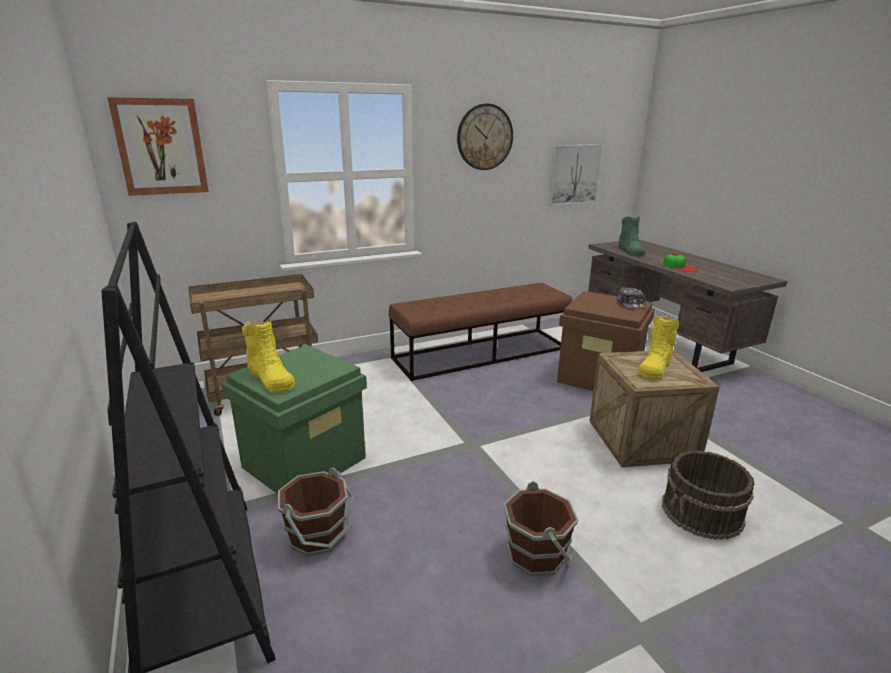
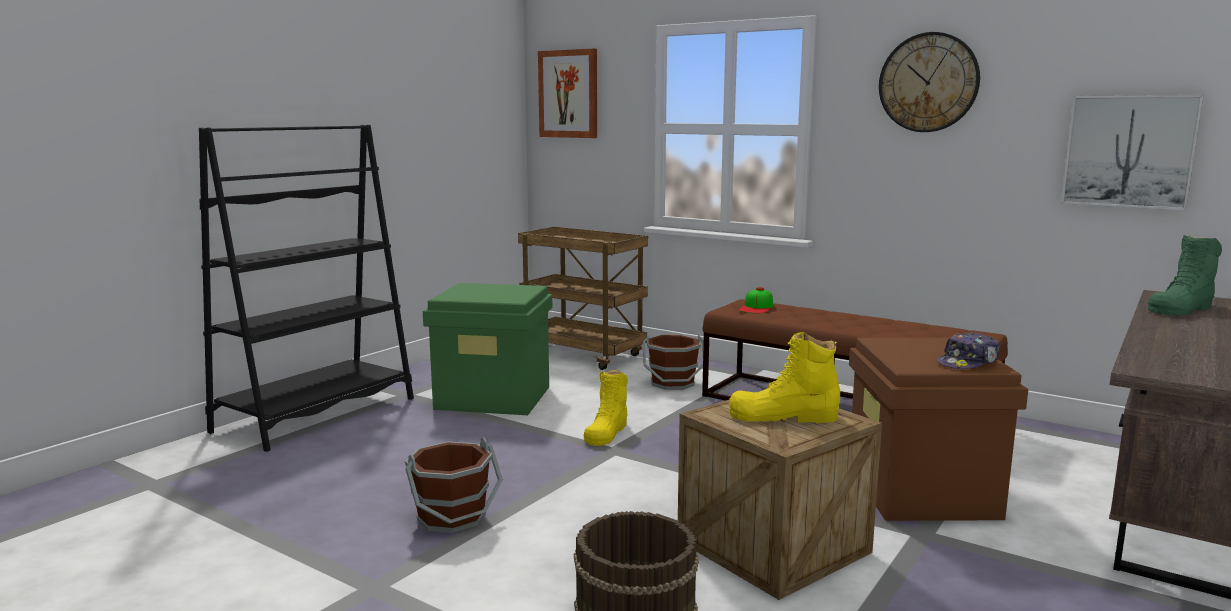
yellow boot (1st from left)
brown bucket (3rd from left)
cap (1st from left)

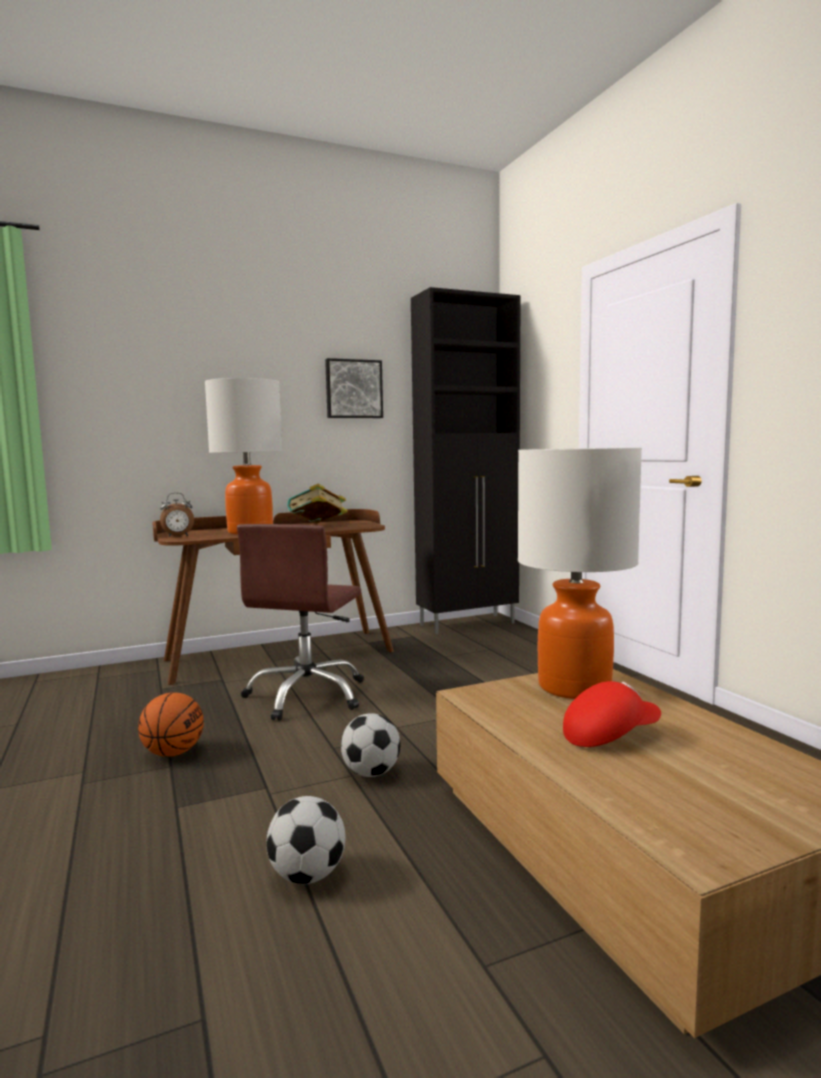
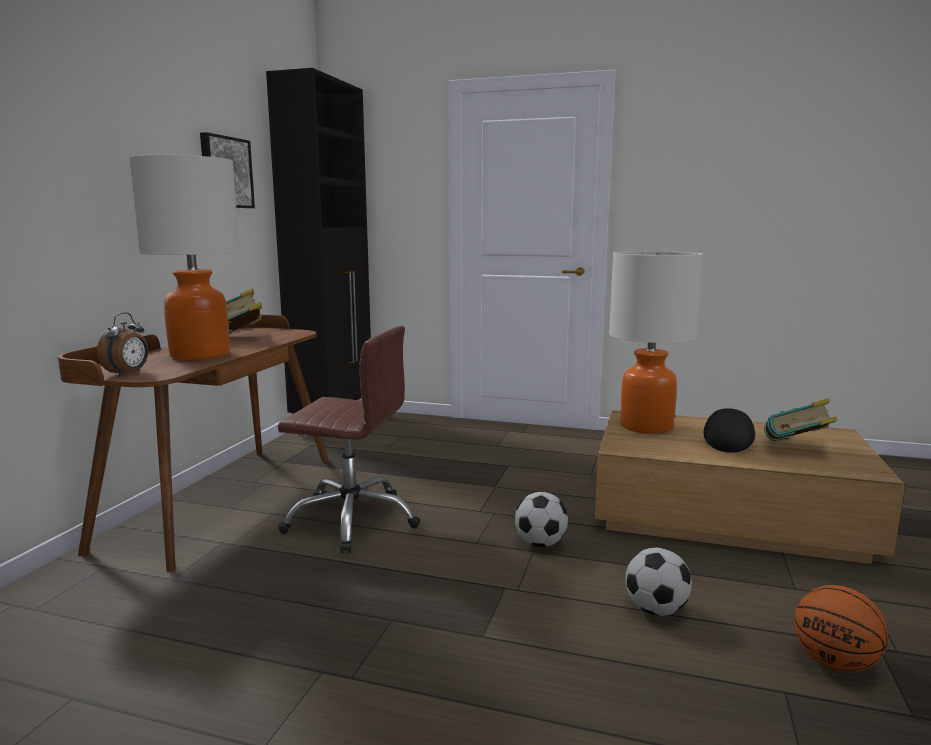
brown office chair
black cap
book (2nd from left)
basketball

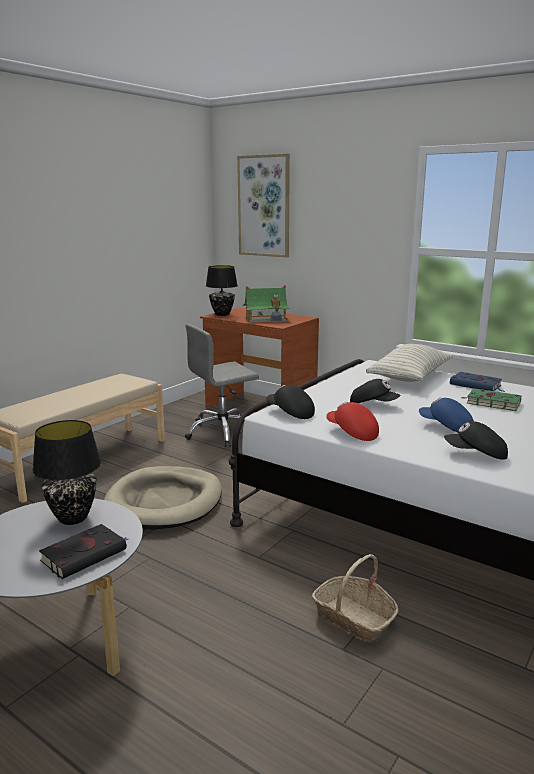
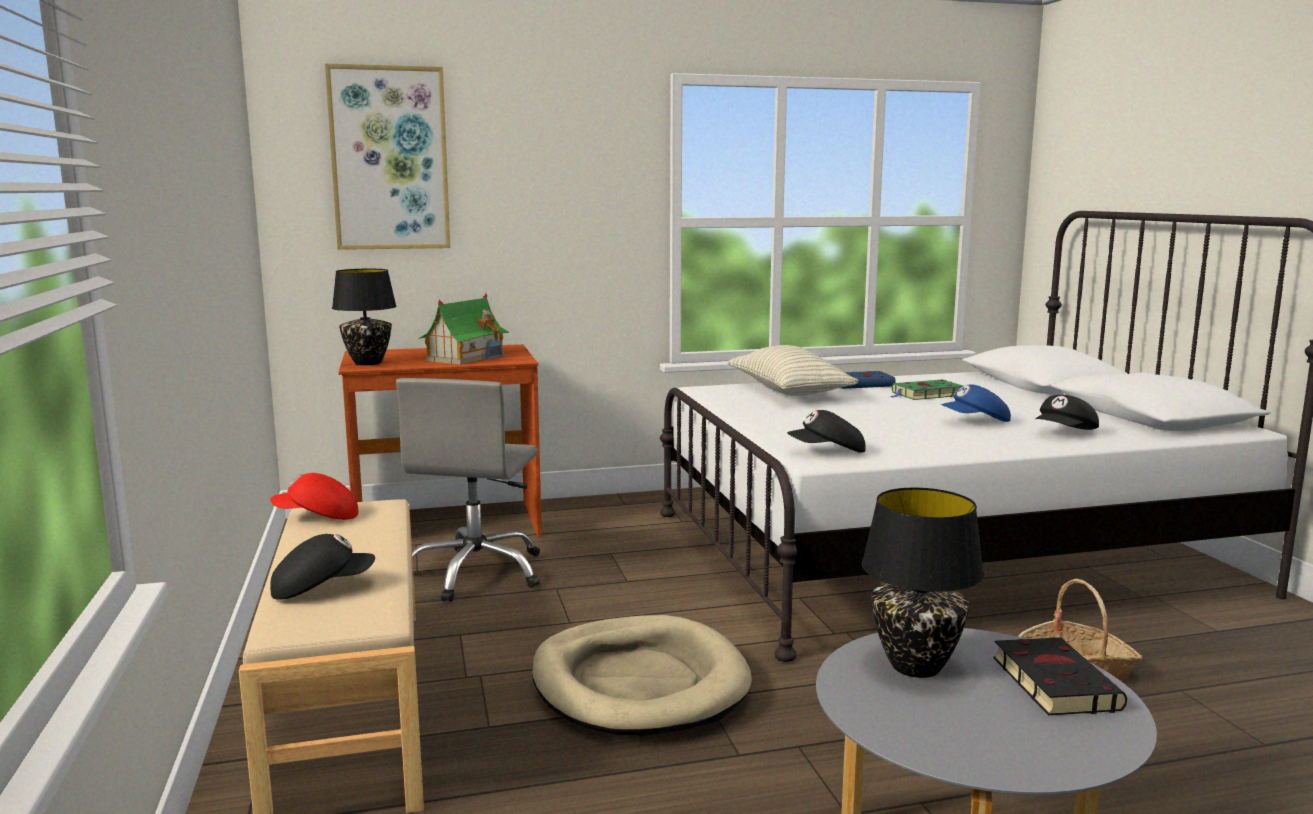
red cap
black cap (1st from left)

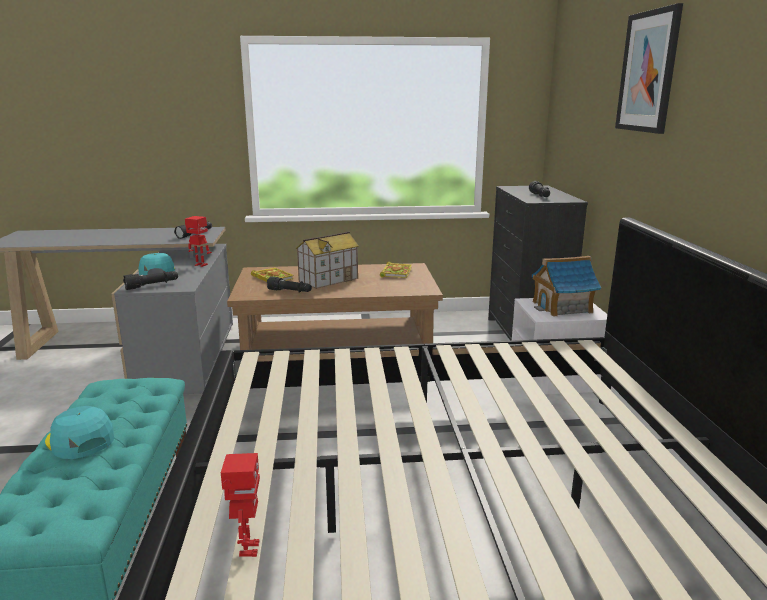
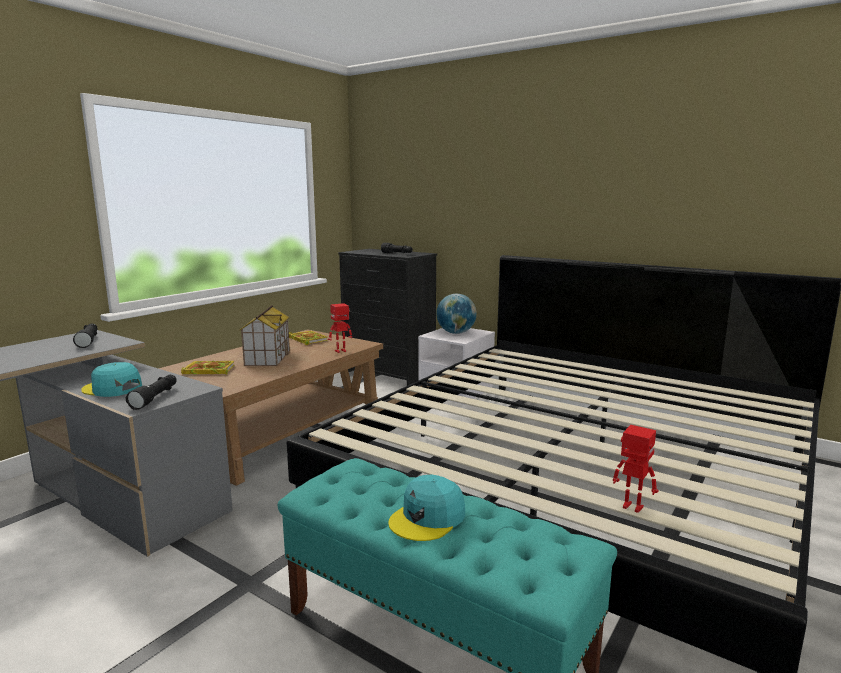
toy robot (1st from left)
turquoise cap (2nd from left)
globe
black flashlight (3rd from left in the first image)
picture

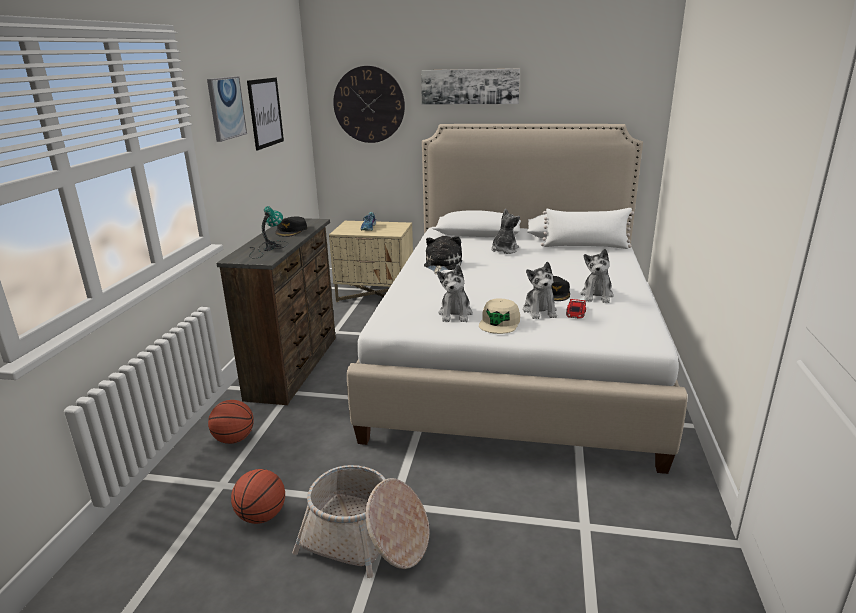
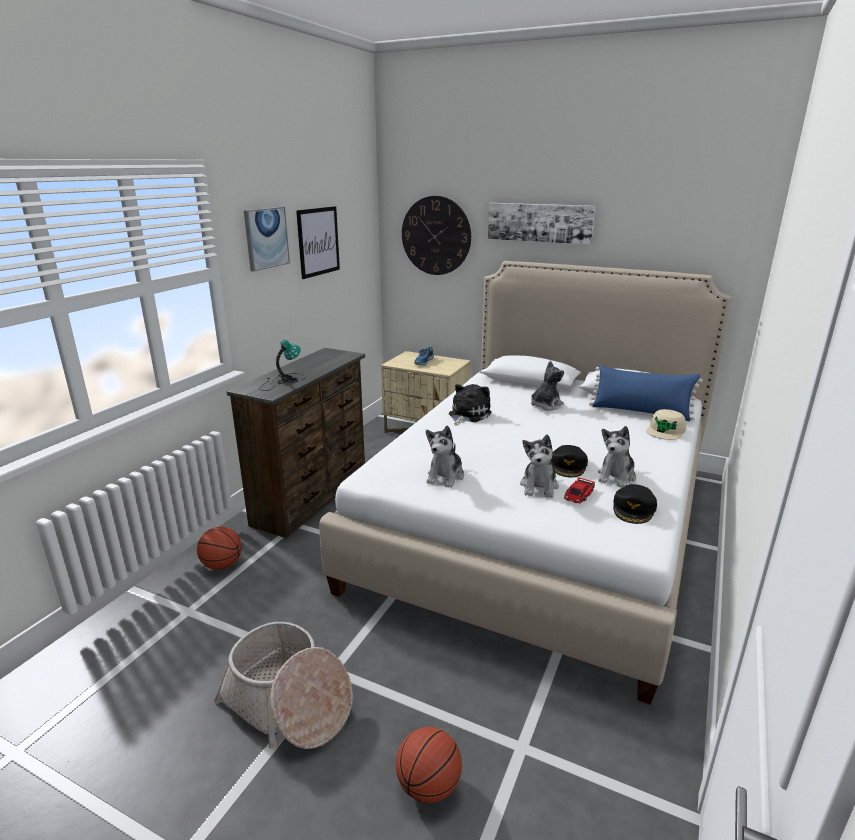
basketball (2nd from left)
blue pillow
black cap (2nd from left)
beige cap

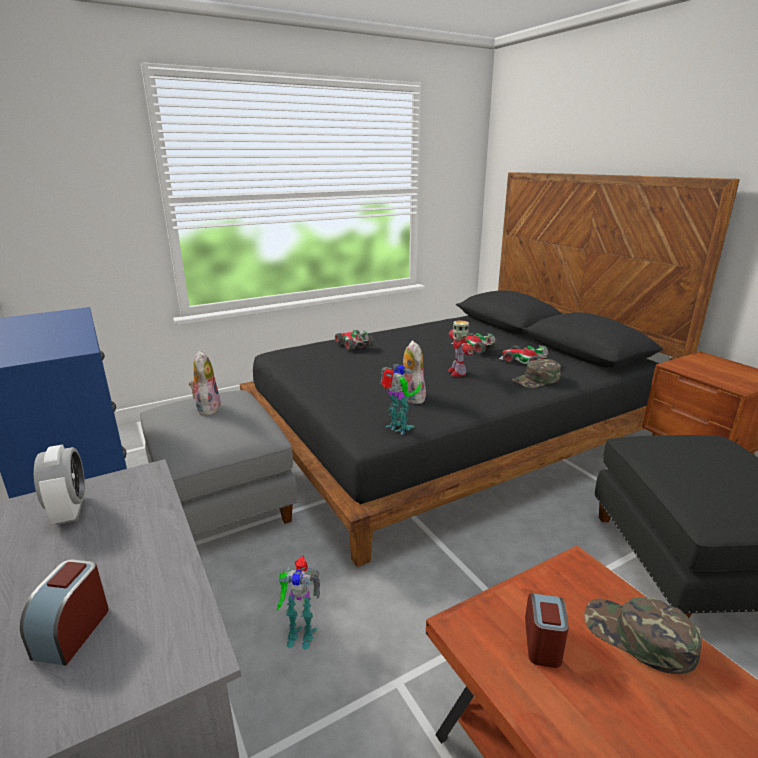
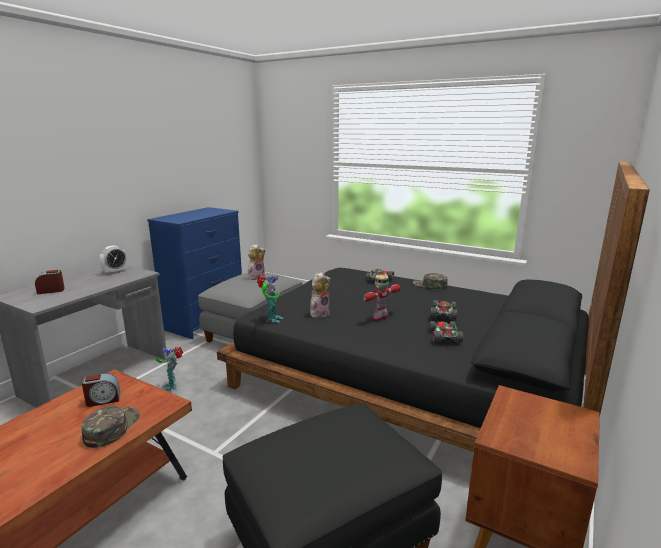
green cap (2nd from left)

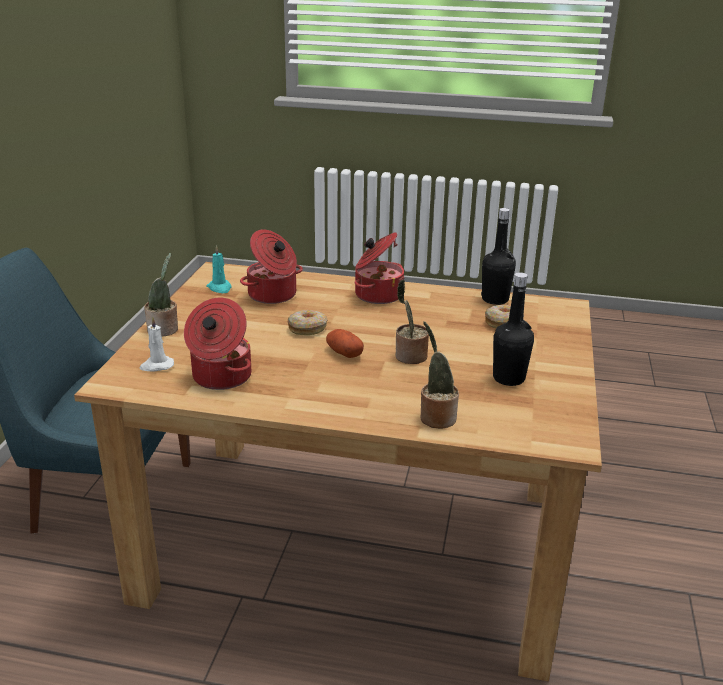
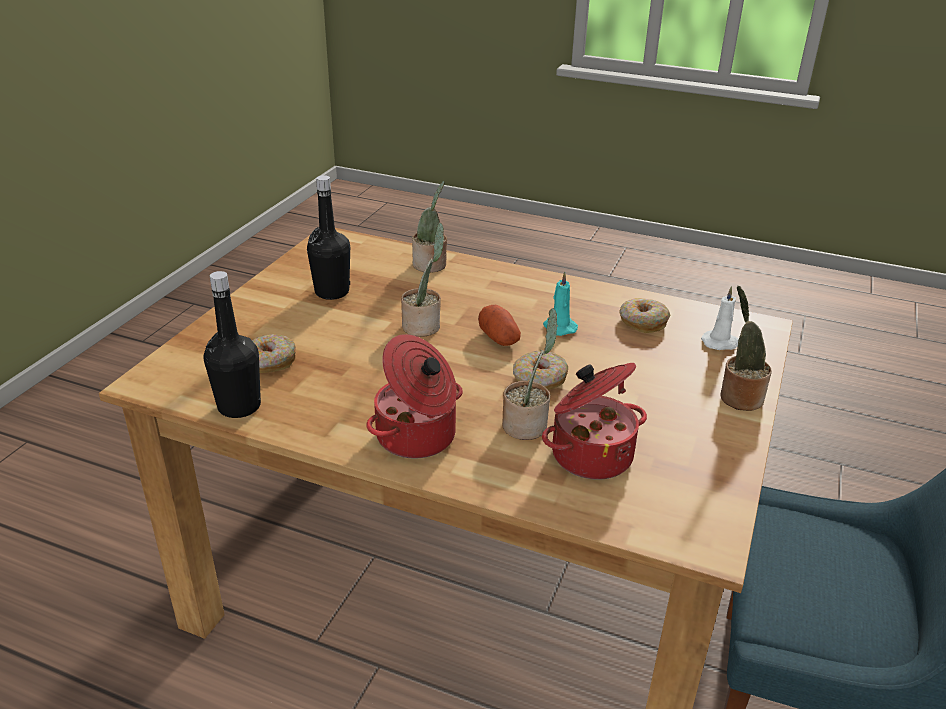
potted plant (3rd from left)
turquoise candle
donut (3rd from left)

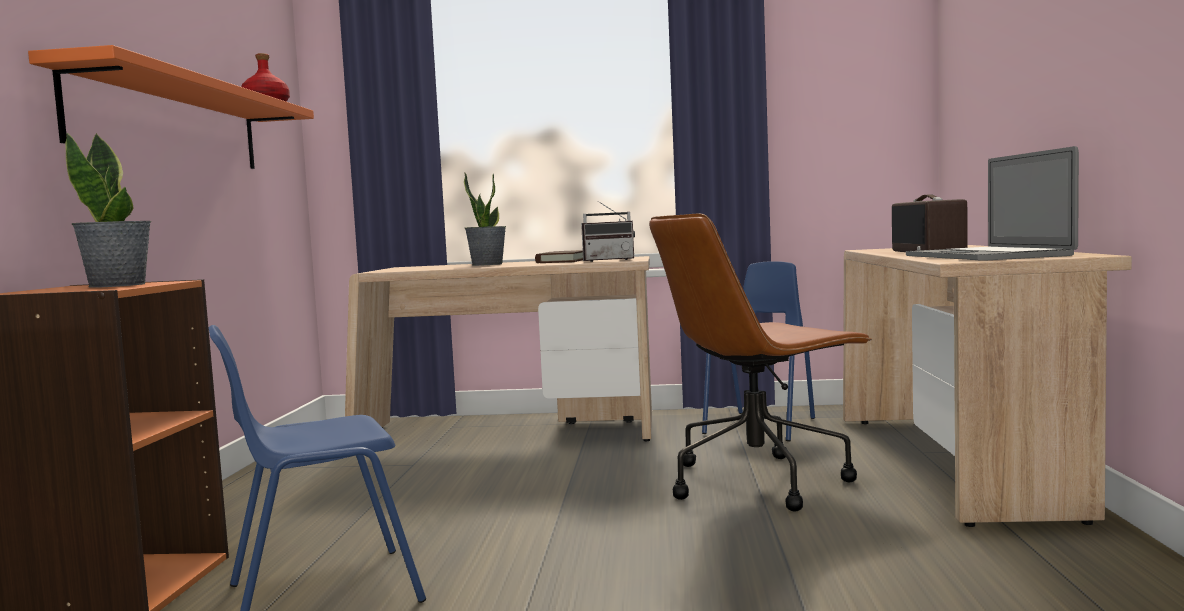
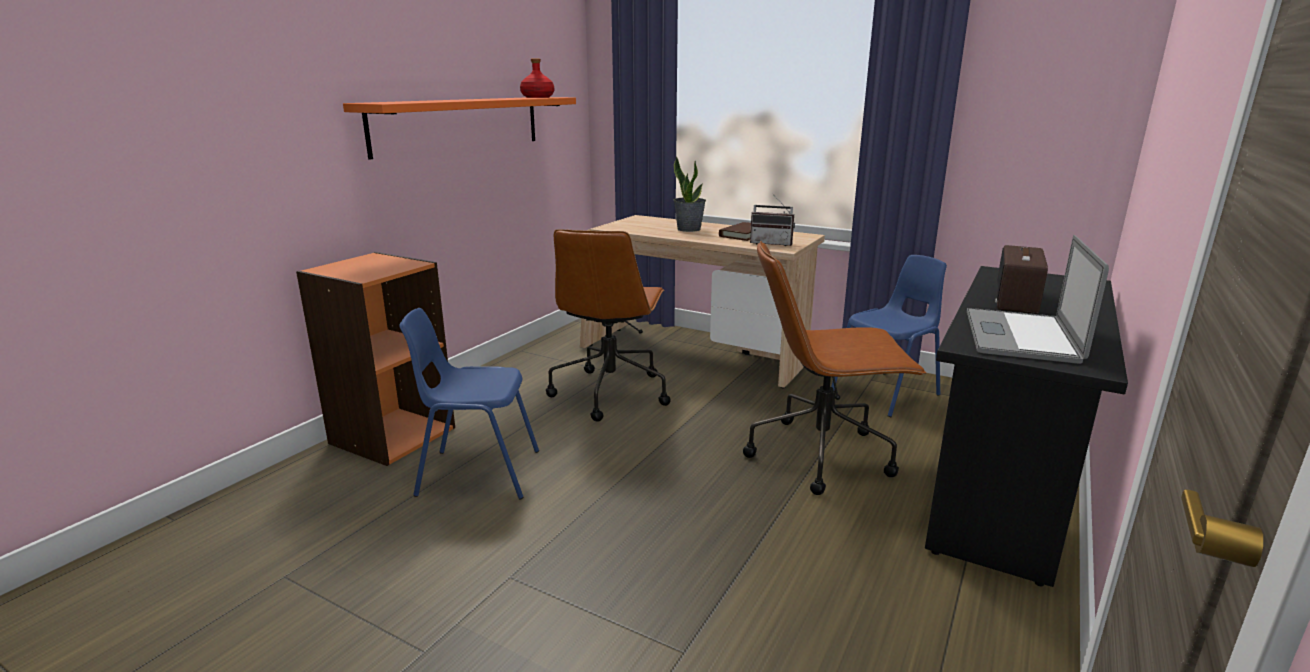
brown office chair (1st from left)
black desk
potted plant (1st from left in the first image)

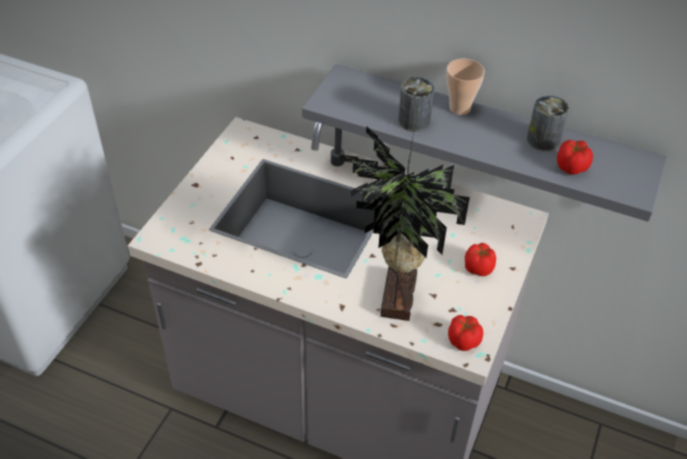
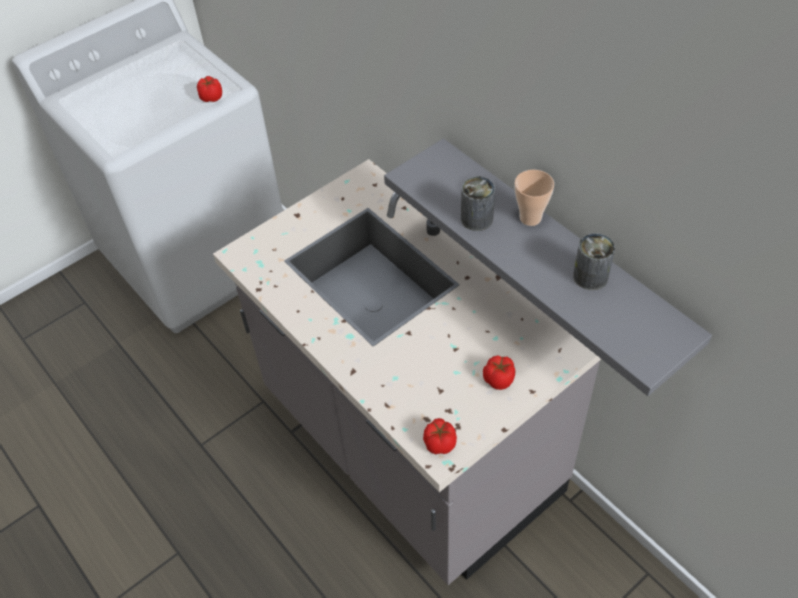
tomato (1st from left)
potted plant

